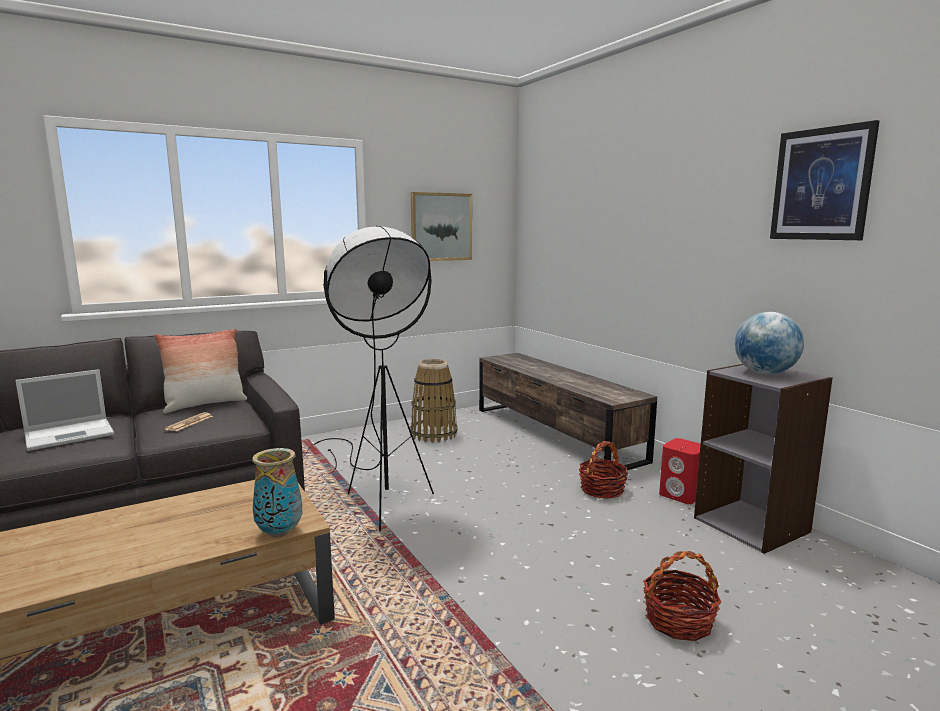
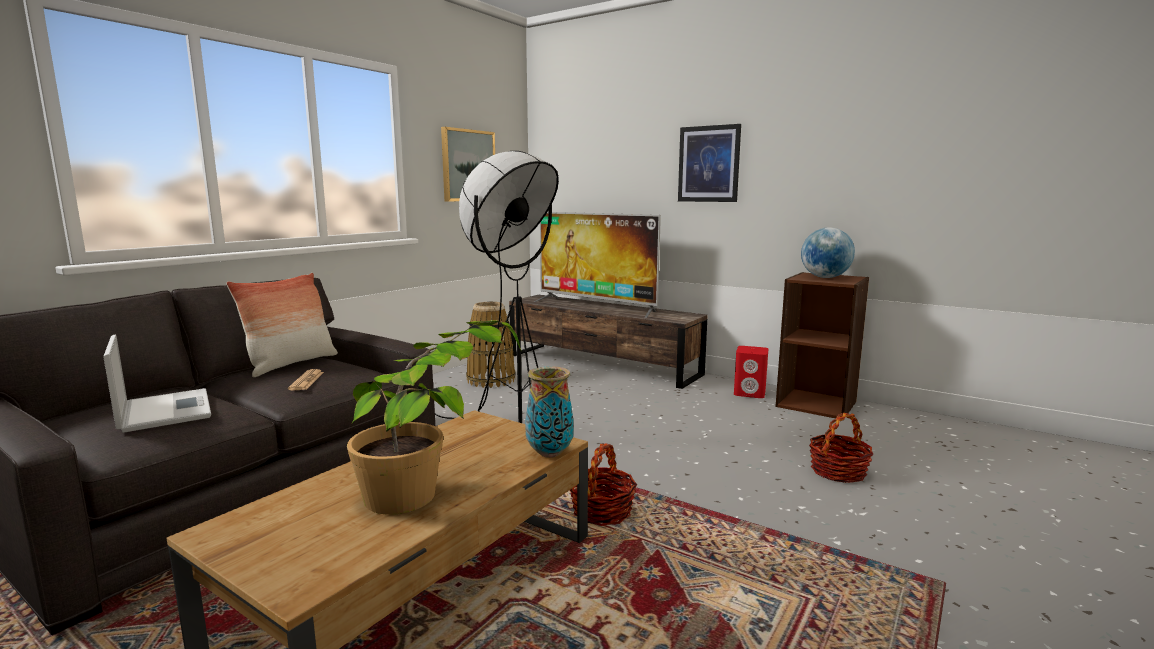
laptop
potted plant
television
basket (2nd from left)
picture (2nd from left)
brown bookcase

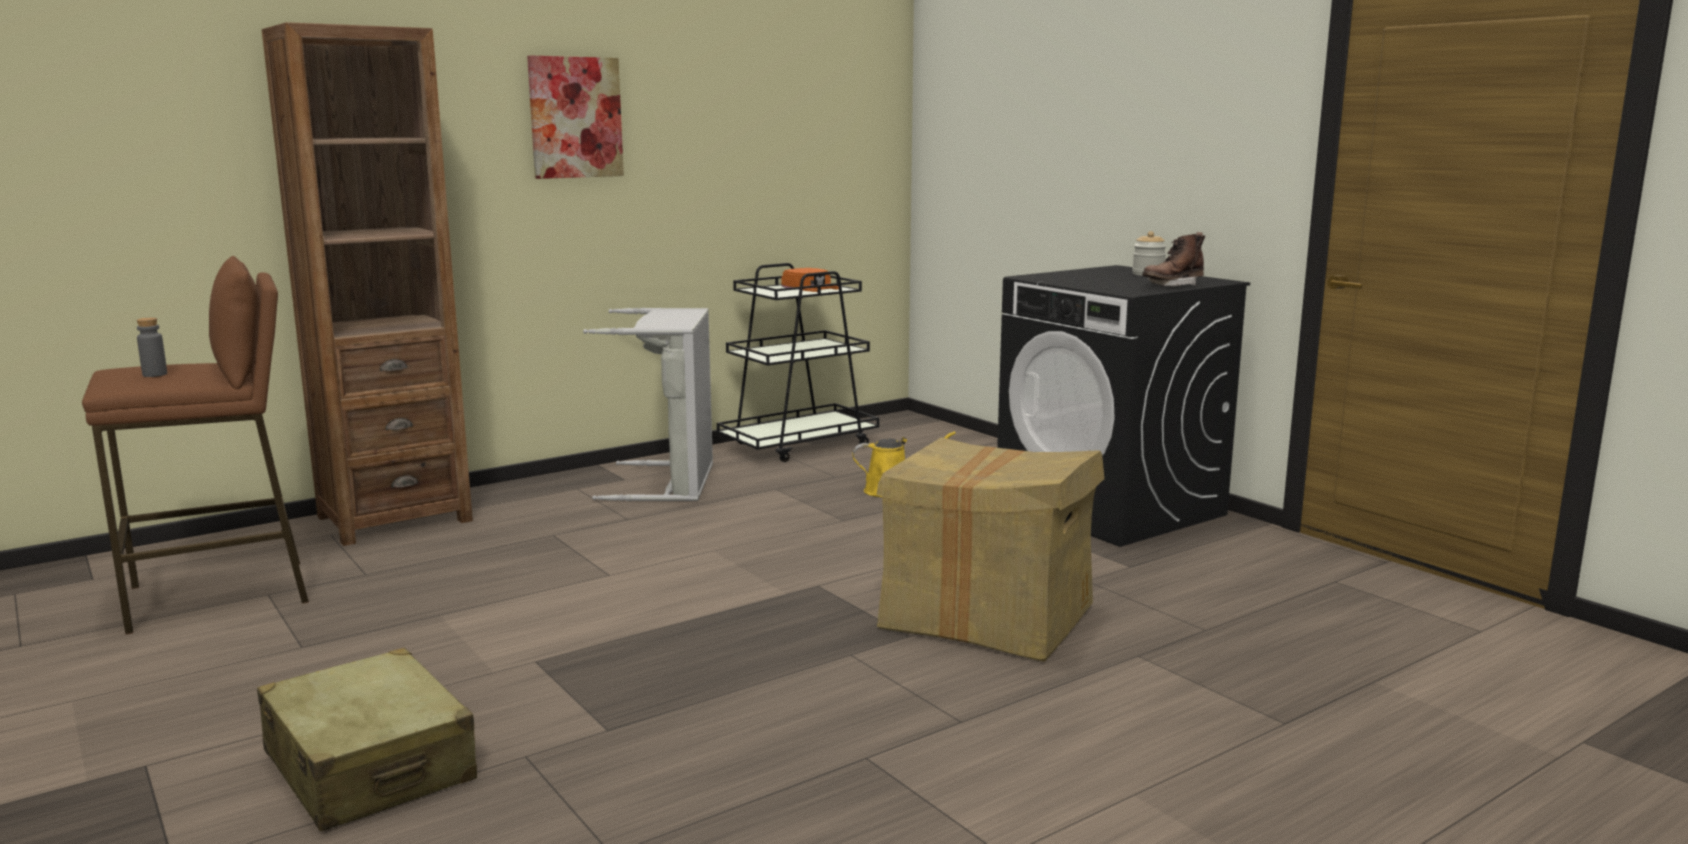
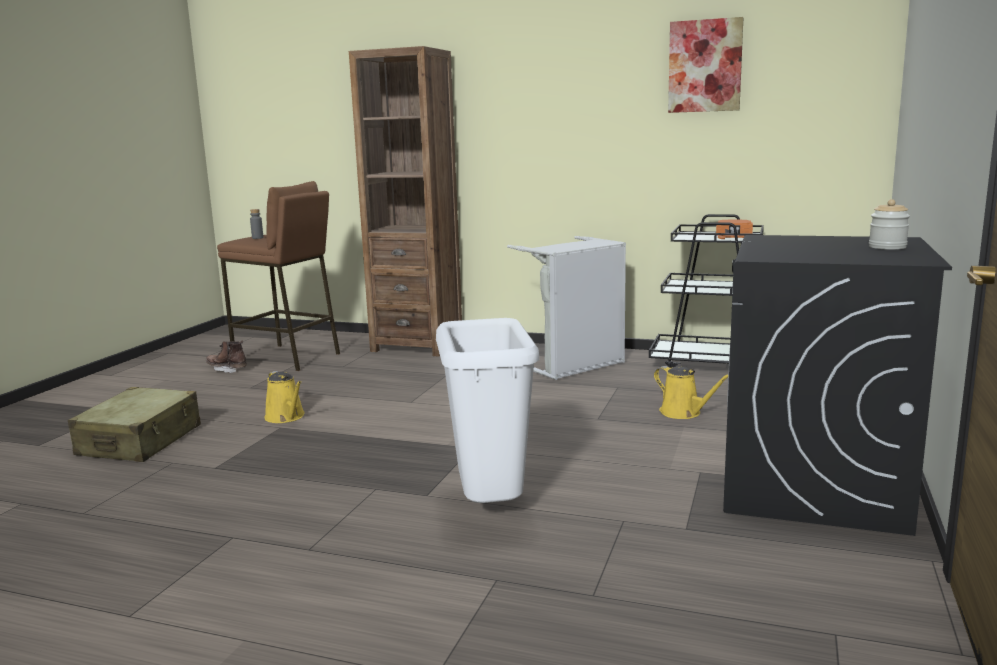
brown boot
yellow watering can (1st from left)
white trash can
picture

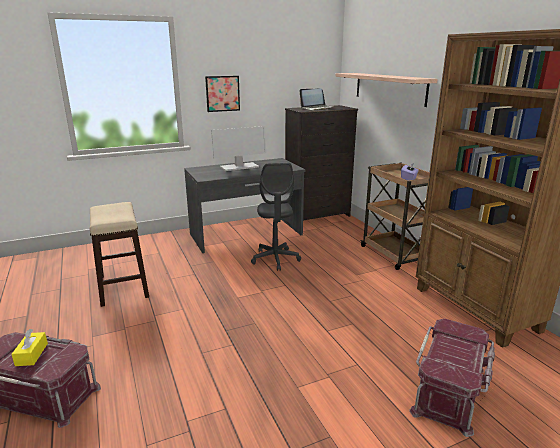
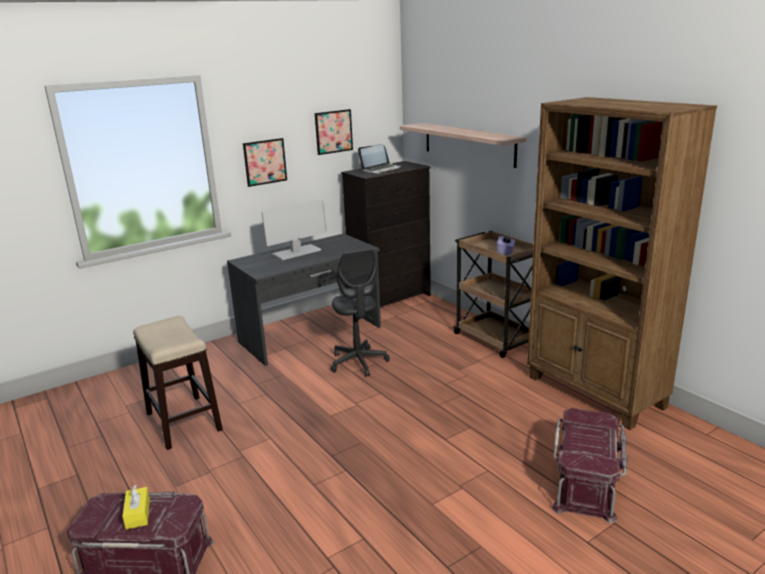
picture (2nd from left)

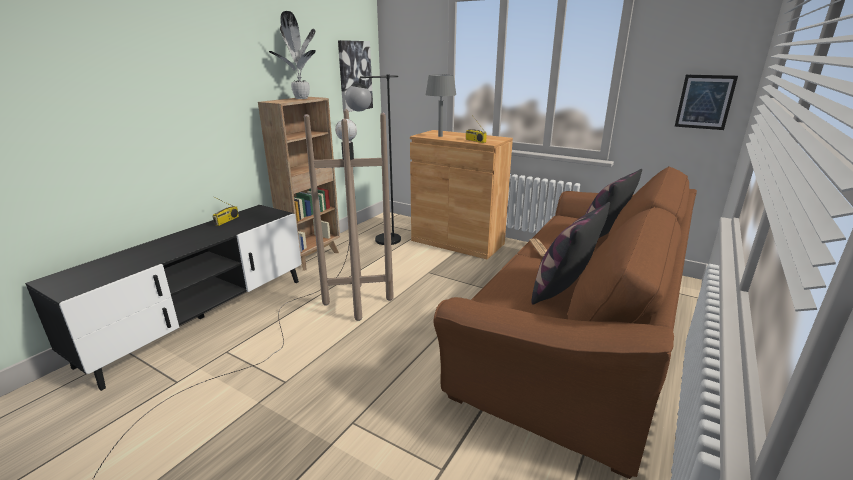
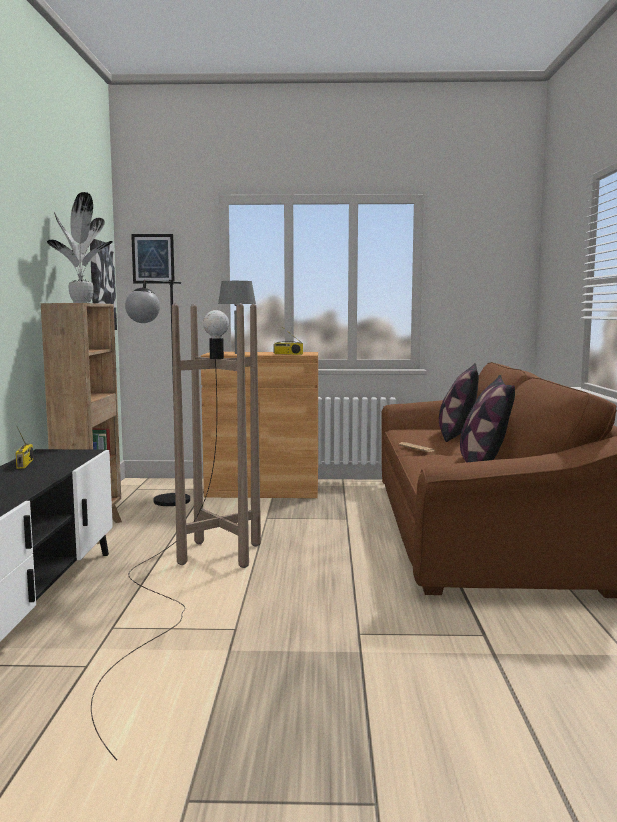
picture (2nd from left)

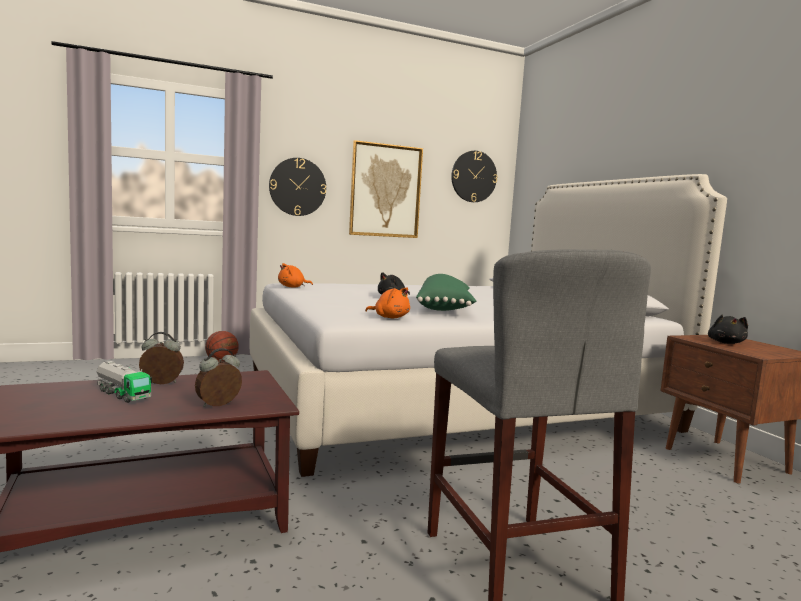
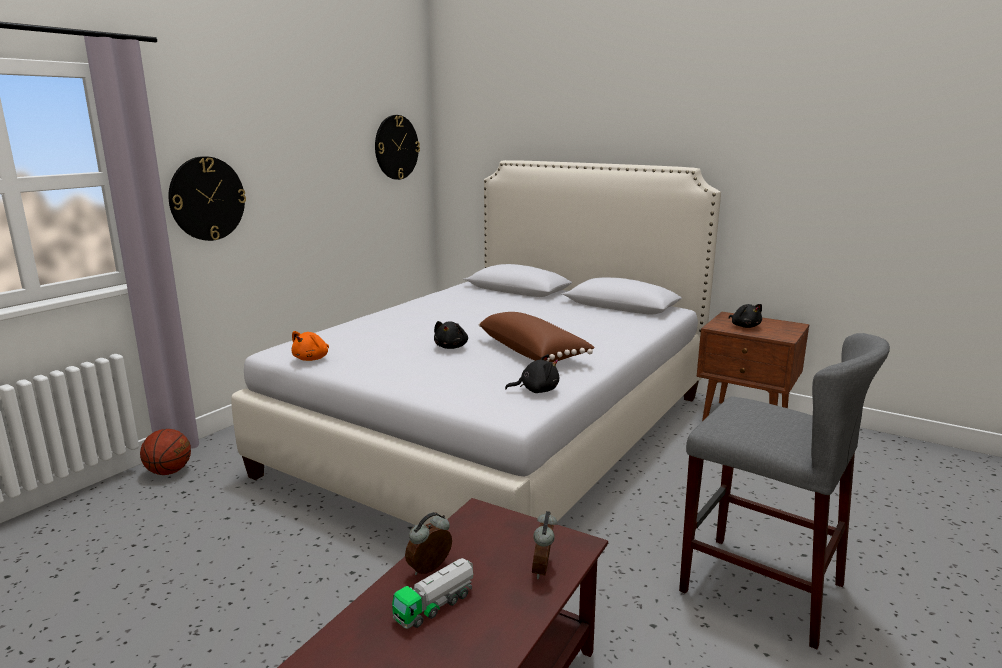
toy truck
brown pillow
black plush toy (2nd from left)
picture

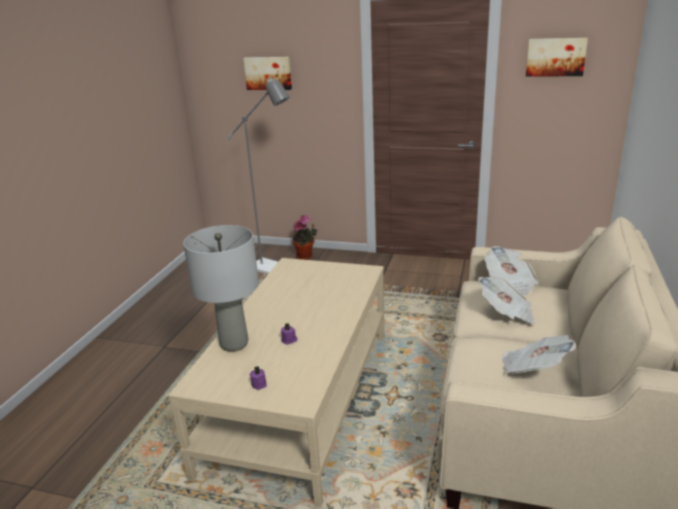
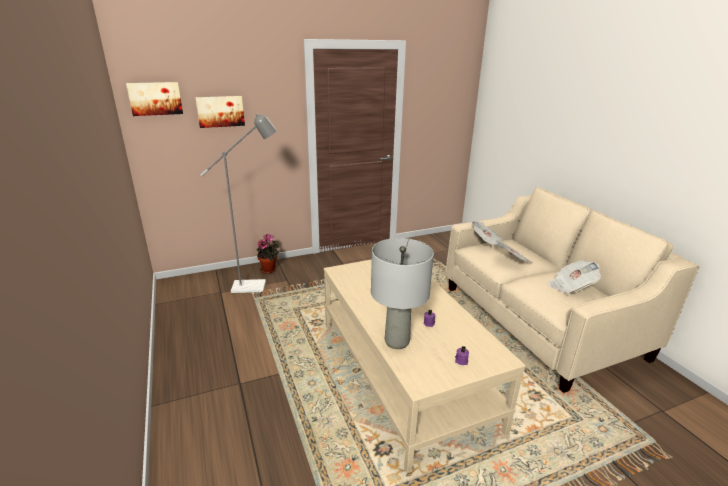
picture (1st from left)

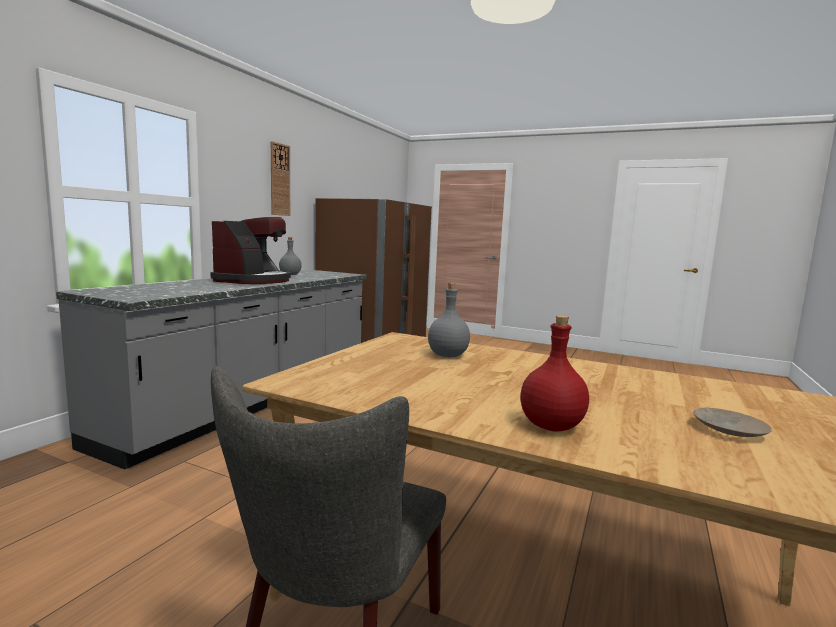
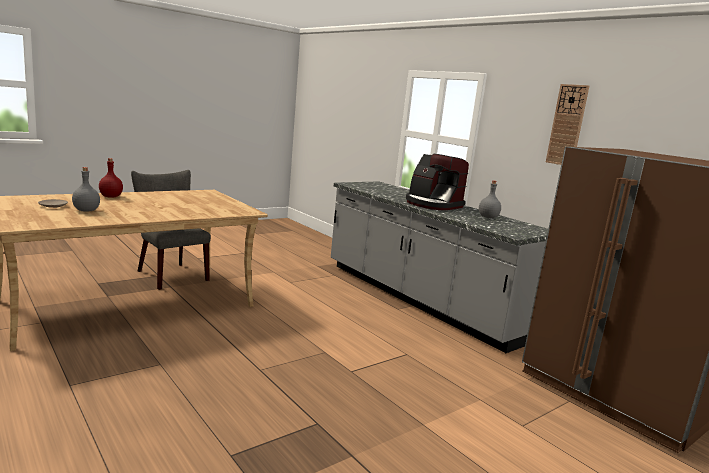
grey bottle (1st from left)

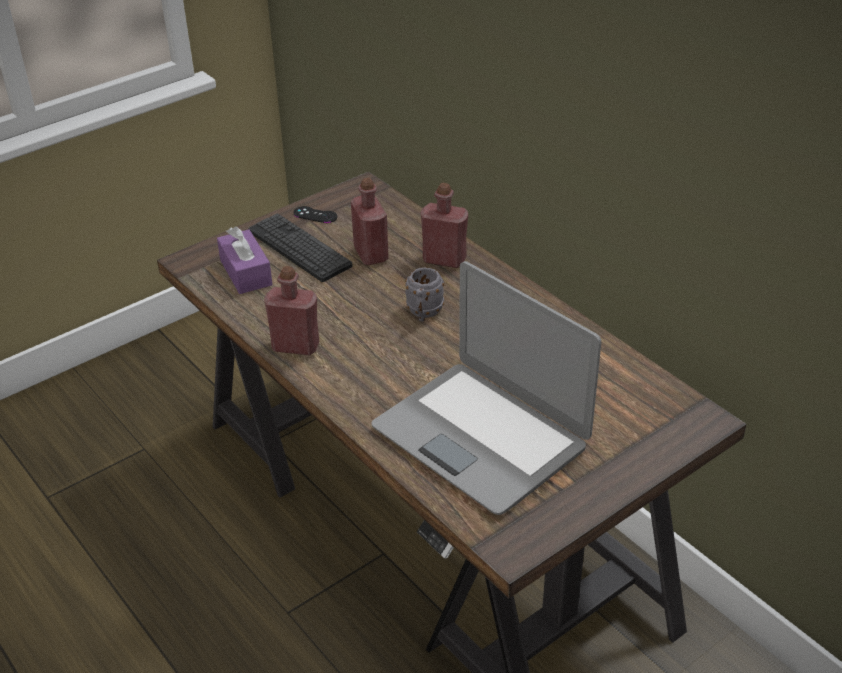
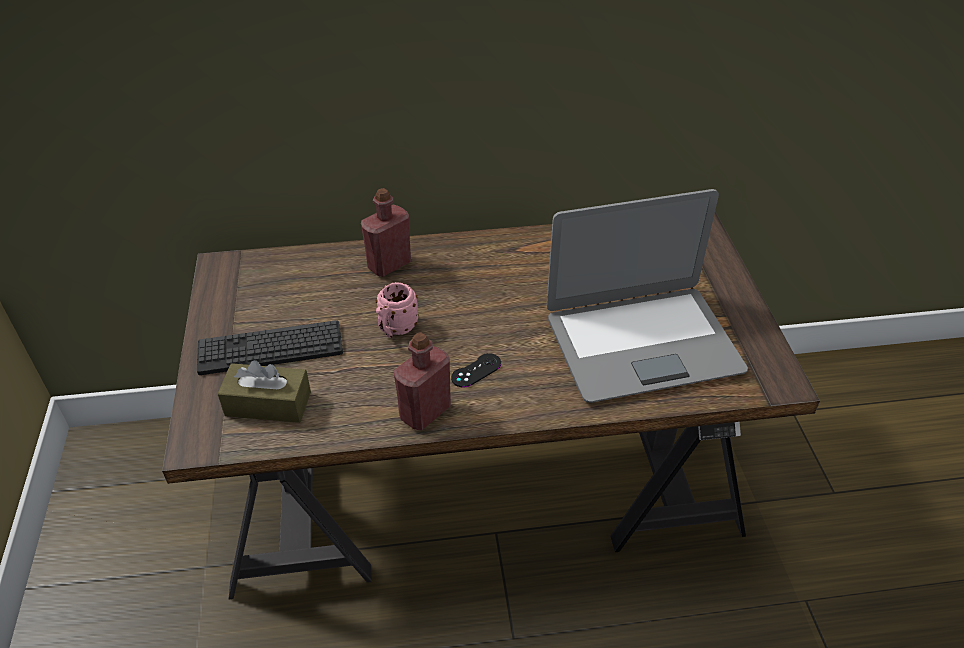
brown tissue box
pink mug
black game controller
red bottle (2nd from left in the first image)
grey mug

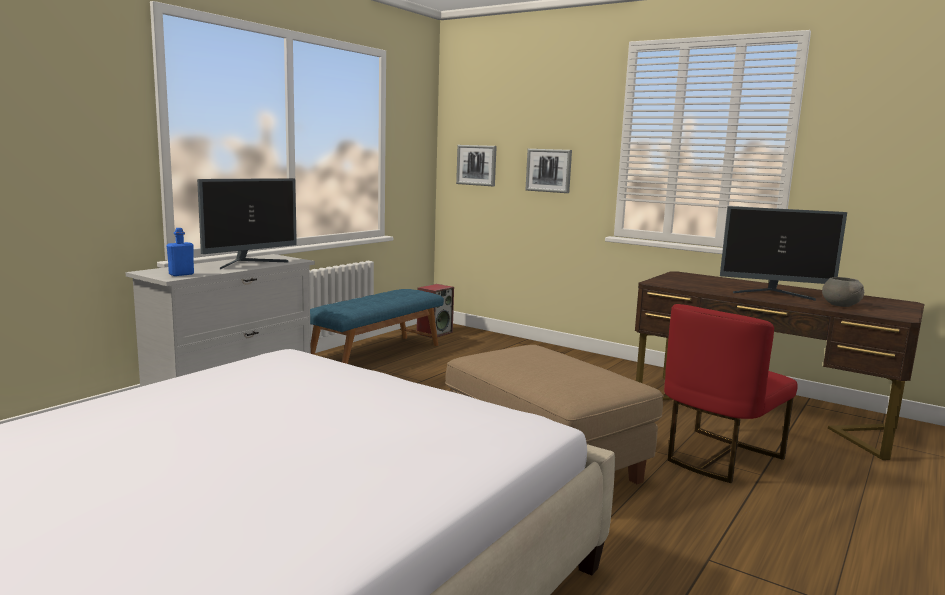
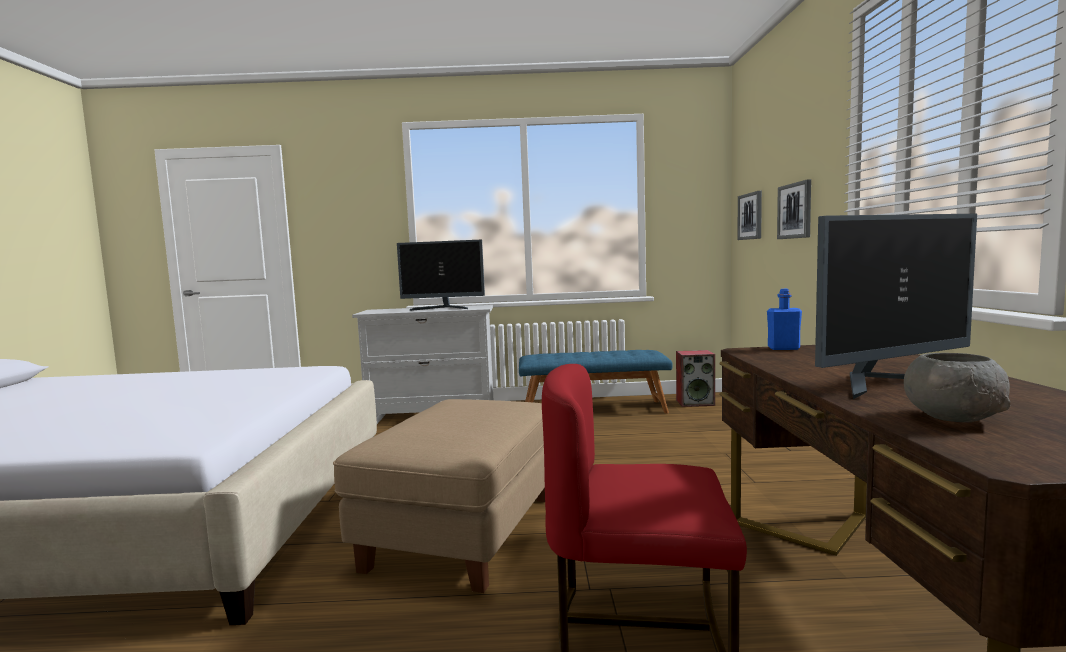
blue bottle
monitor (2nd from left)

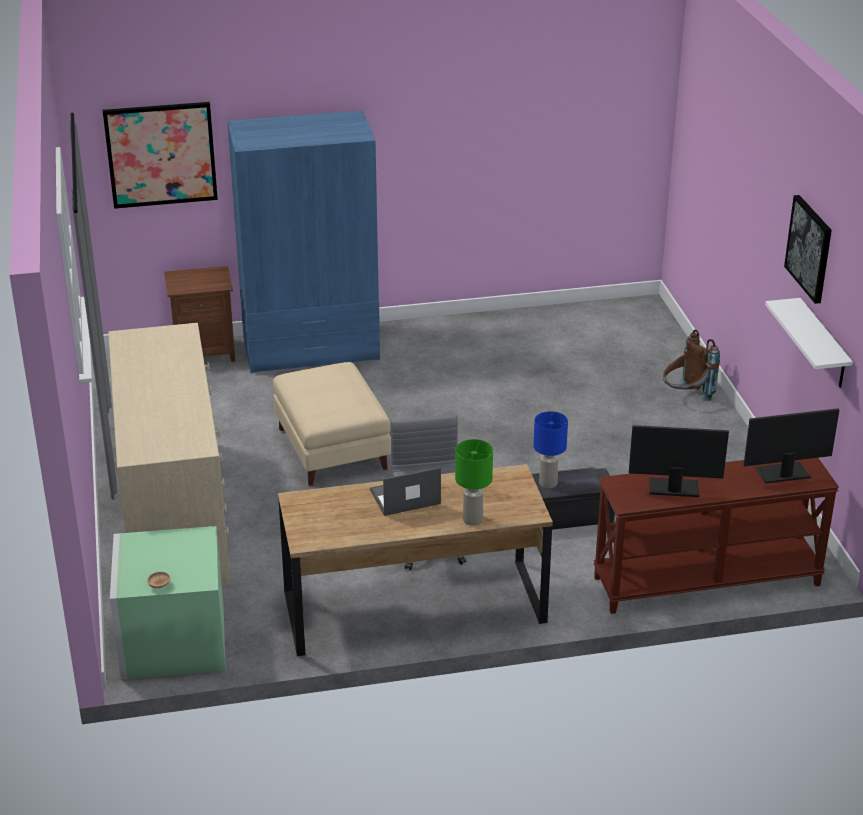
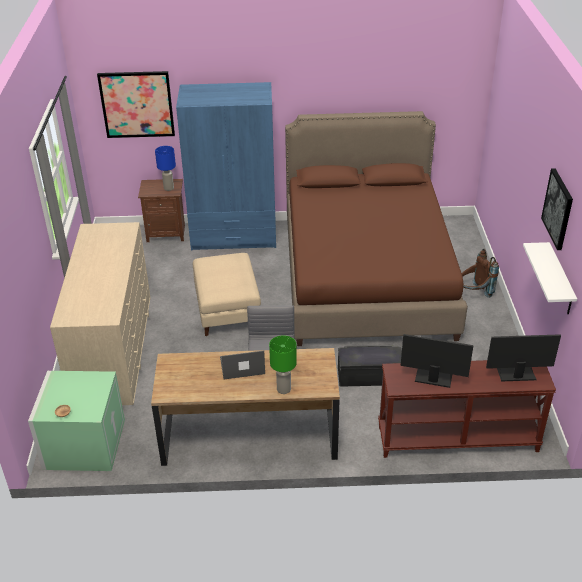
blue table lamp
brown bed

